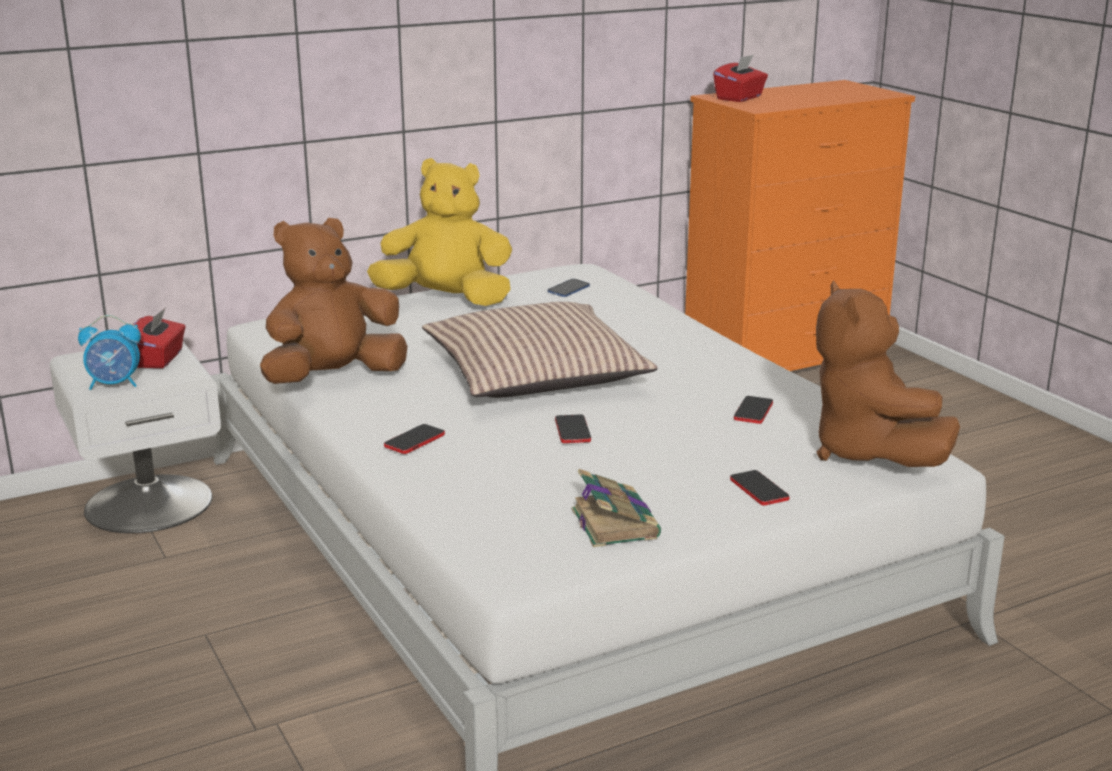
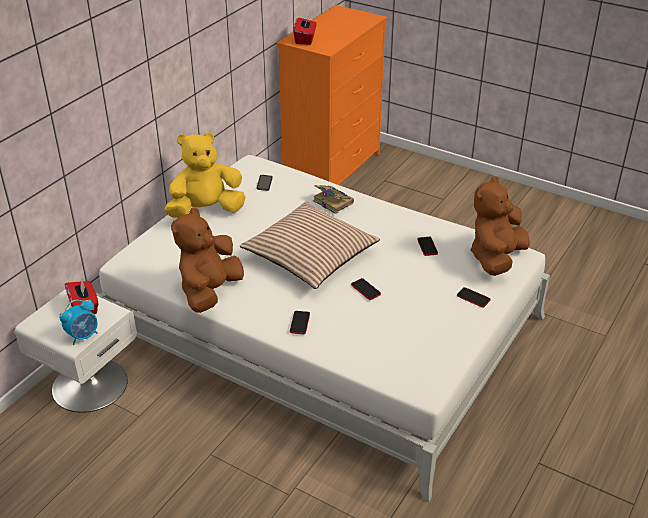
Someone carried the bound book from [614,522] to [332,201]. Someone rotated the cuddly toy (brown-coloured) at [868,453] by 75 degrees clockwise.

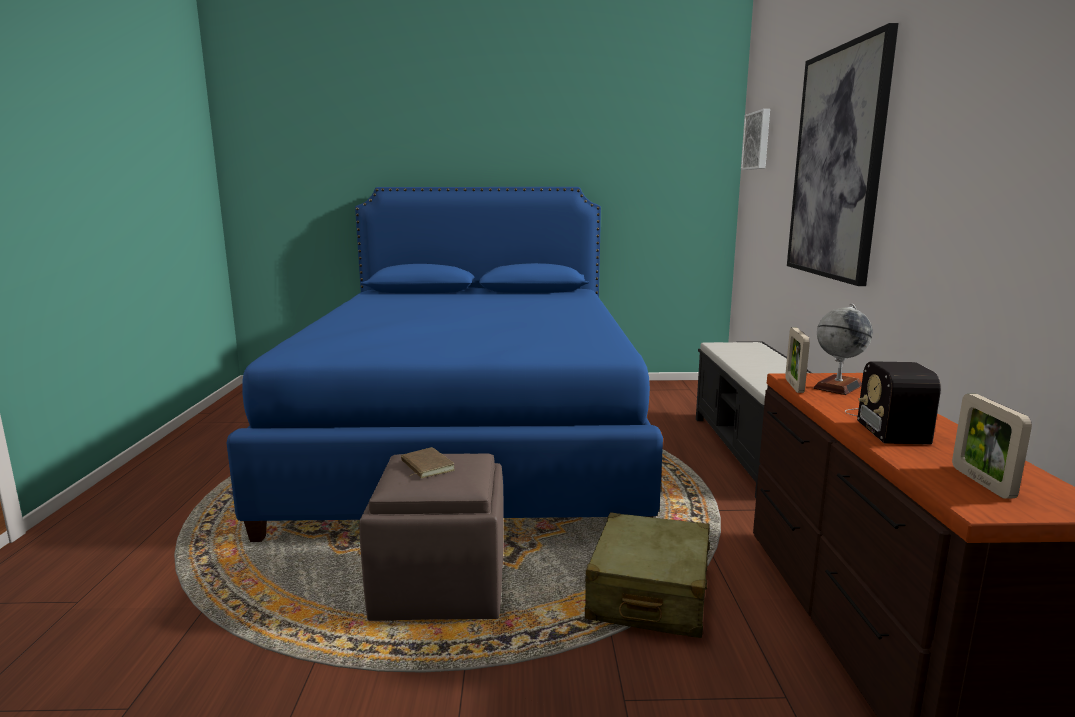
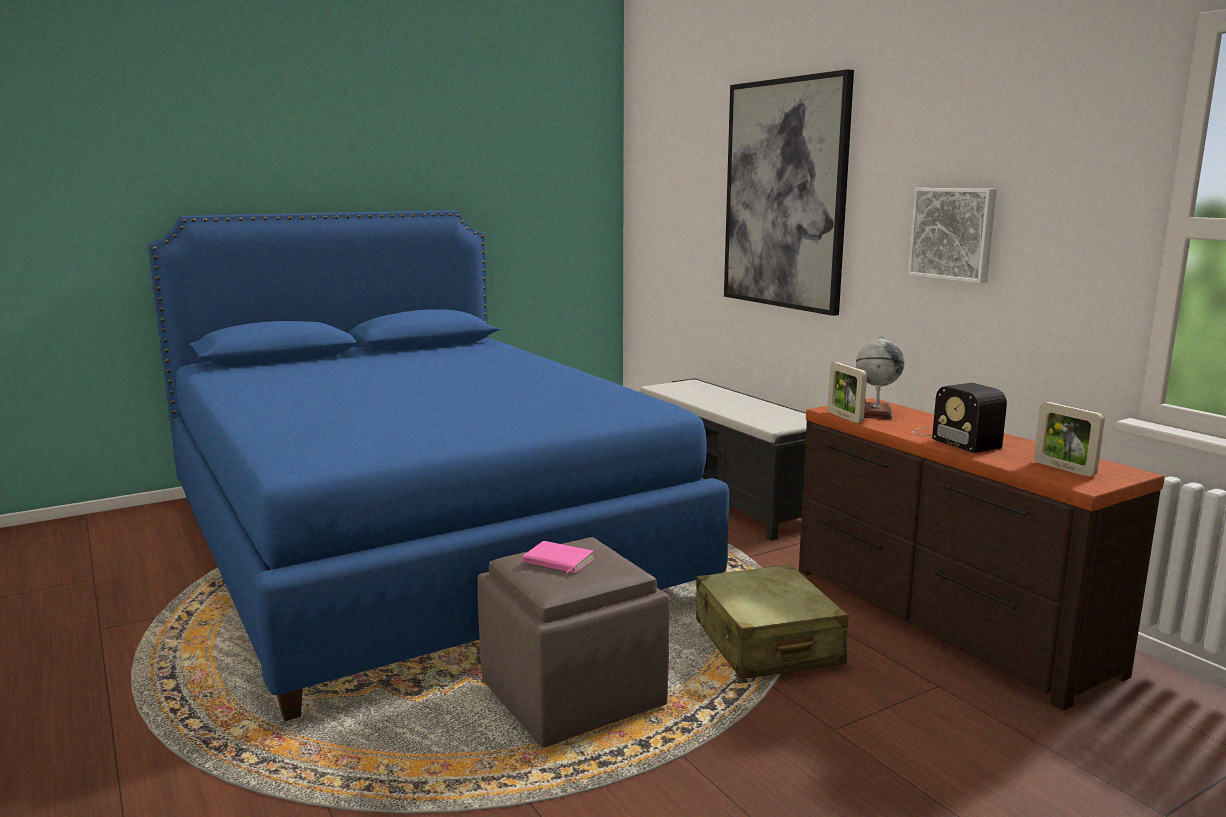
Someone carried the wall art from [758,140] to [953,233]. Someone repainted the bound book (brown-coloured) at [425,466], which became the bound book (pink-coloured) at [557,562].

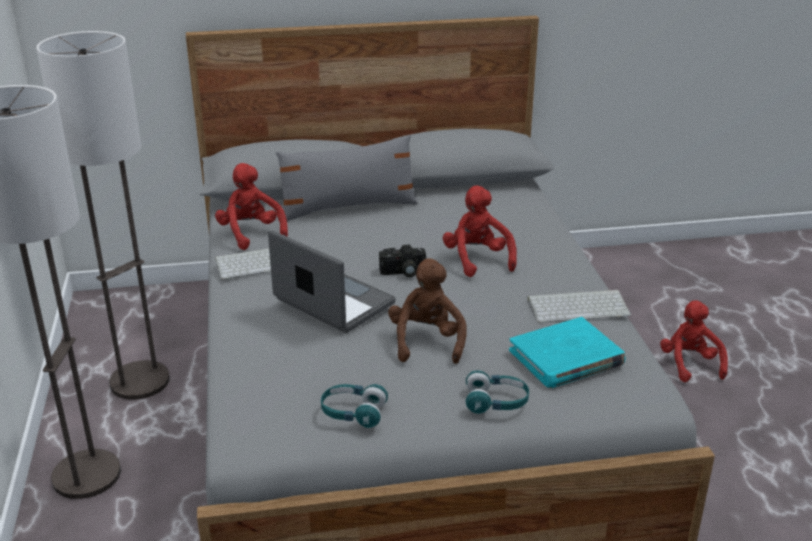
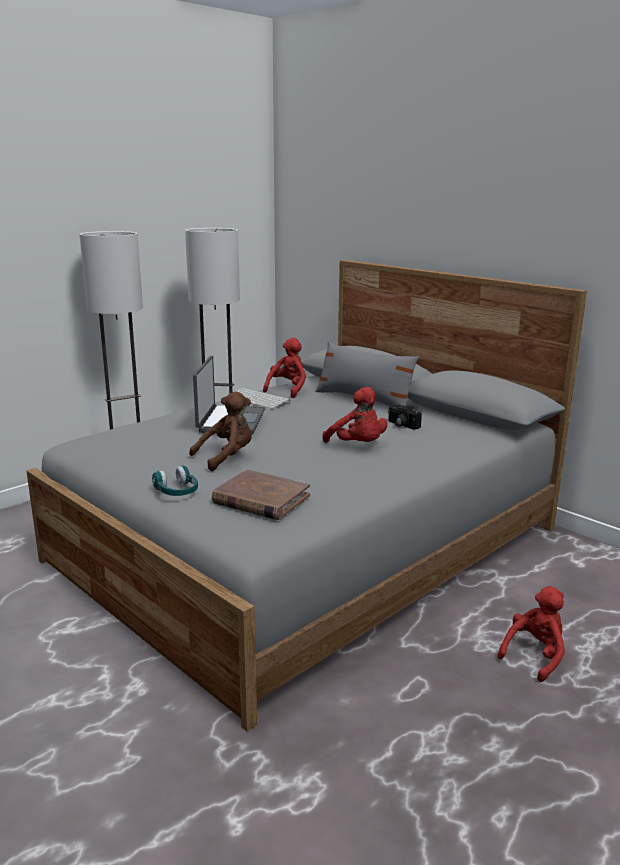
Someone took away the pair of headphones (turquoise-coloured) at [353,413]. Someone took away the PC keyboard at [579,306]. Someone carried the photo camera from [403,272] to [401,425]. Someone repainted the bound book (turquoise-coloured) at [566,358], which became the bound book (brown-coloured) at [260,499]. Someone rotated the cuddly toy (red) at [477,259] by 105 degrees clockwise.

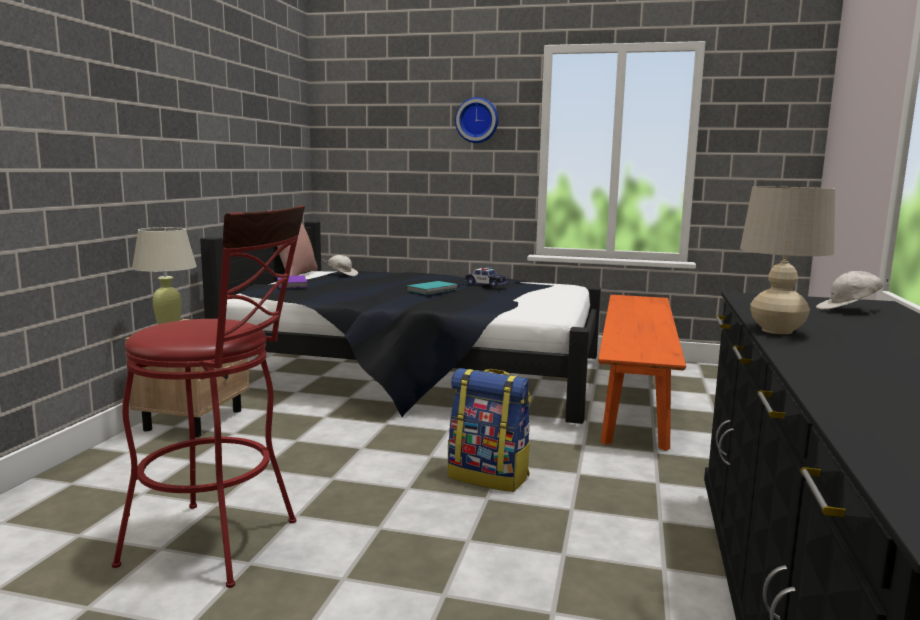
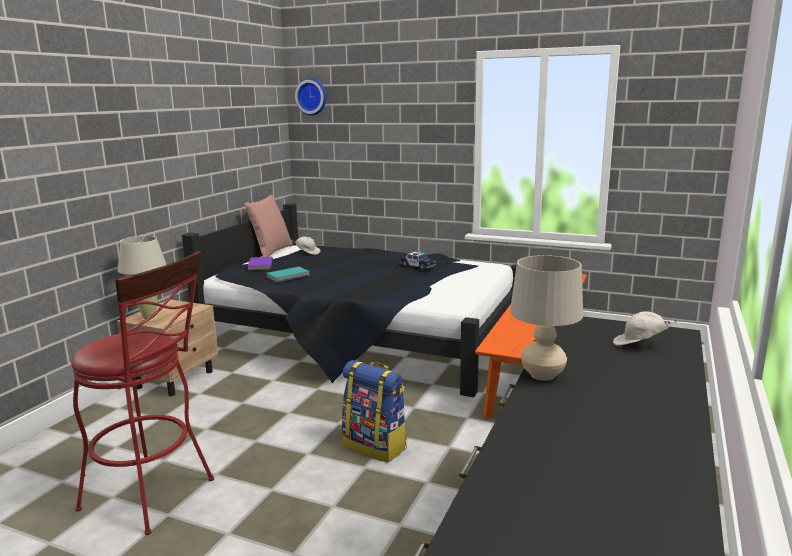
Someone carried the bound book (turquoise-coloured) from [433,290] to [289,276]. Someone carried the wall clock from [477,120] to [312,96].

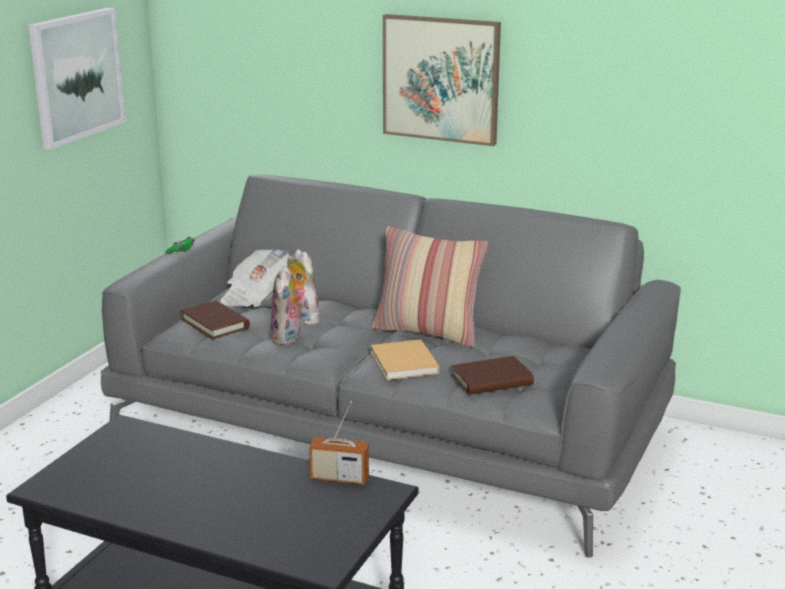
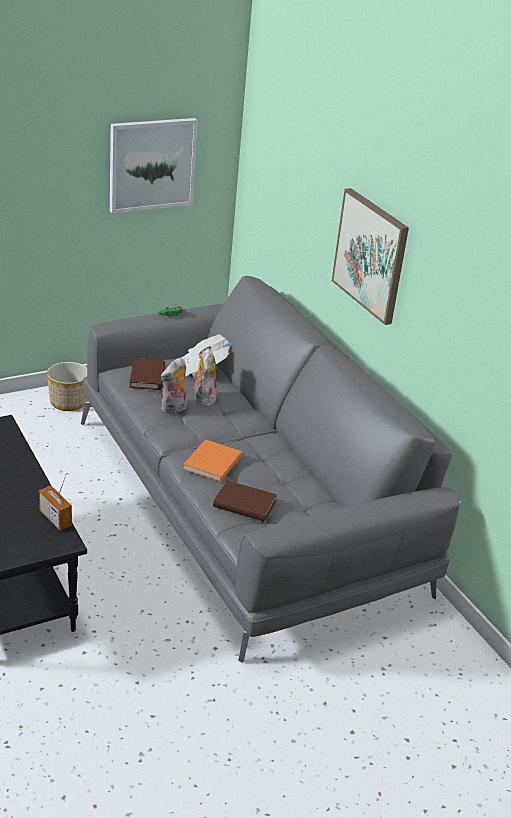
Someone took away the pillow at [428,332]. Someone put down the flower pot at [68,402]. Someone repainted the bound book (sand-coloured) at [404,363], which became the bound book (orange) at [211,463].

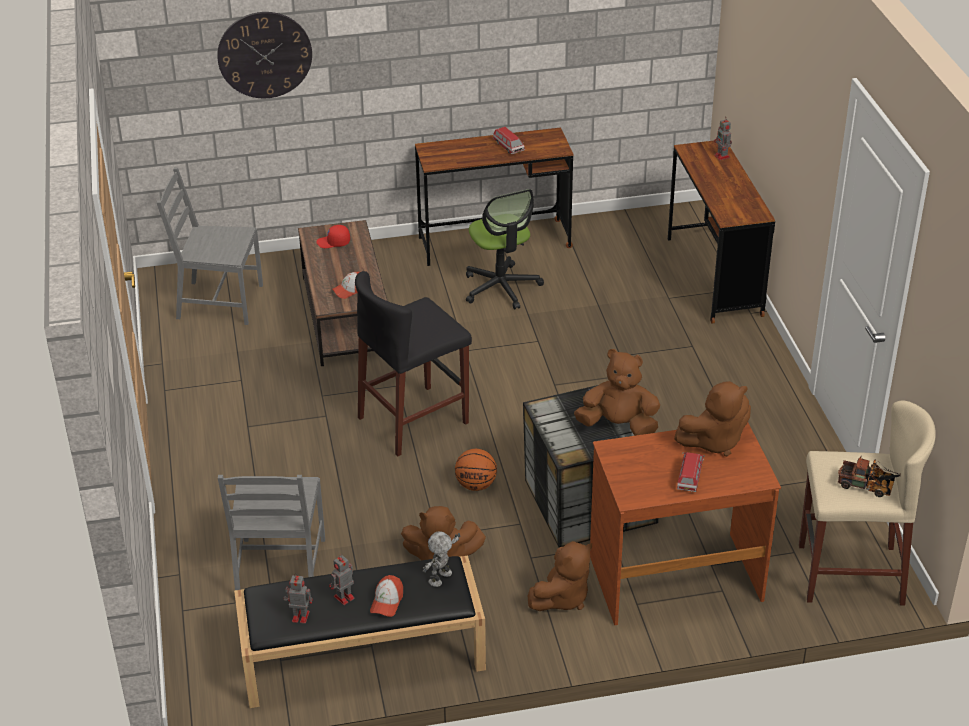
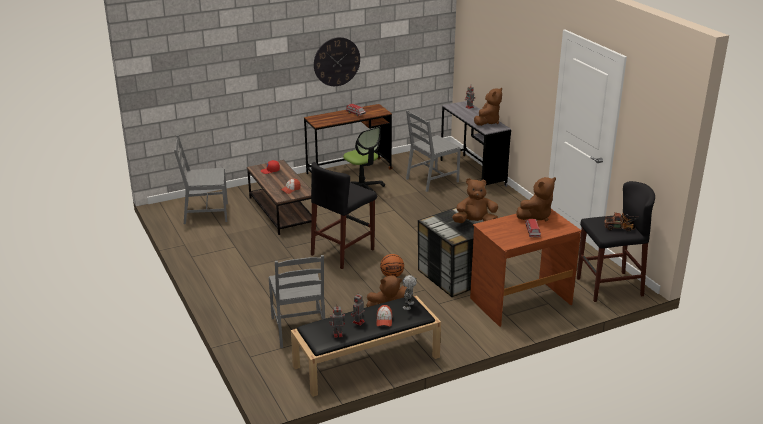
Someone put down the chair (greyish) at [431,180]. Someone carried the wall clock from [264,55] to [336,61]. Someone carried the cuddly toy (brown-coloured) from [562,597] to [487,122]. Someone repainted the desk table (brown-coloured) at [714,276], which became the desk table (greyish) at [472,173]. Someone repainted the sitting stool (sand-coloured) at [850,574], which became the sitting stool (black-coloured) at [609,287].

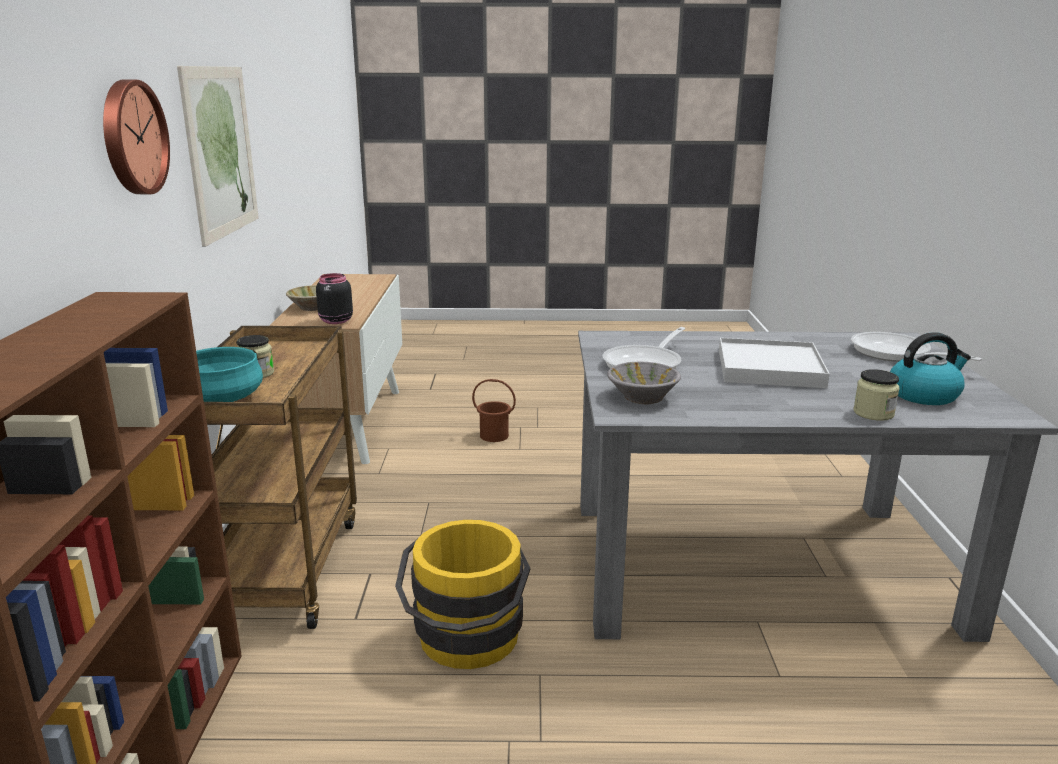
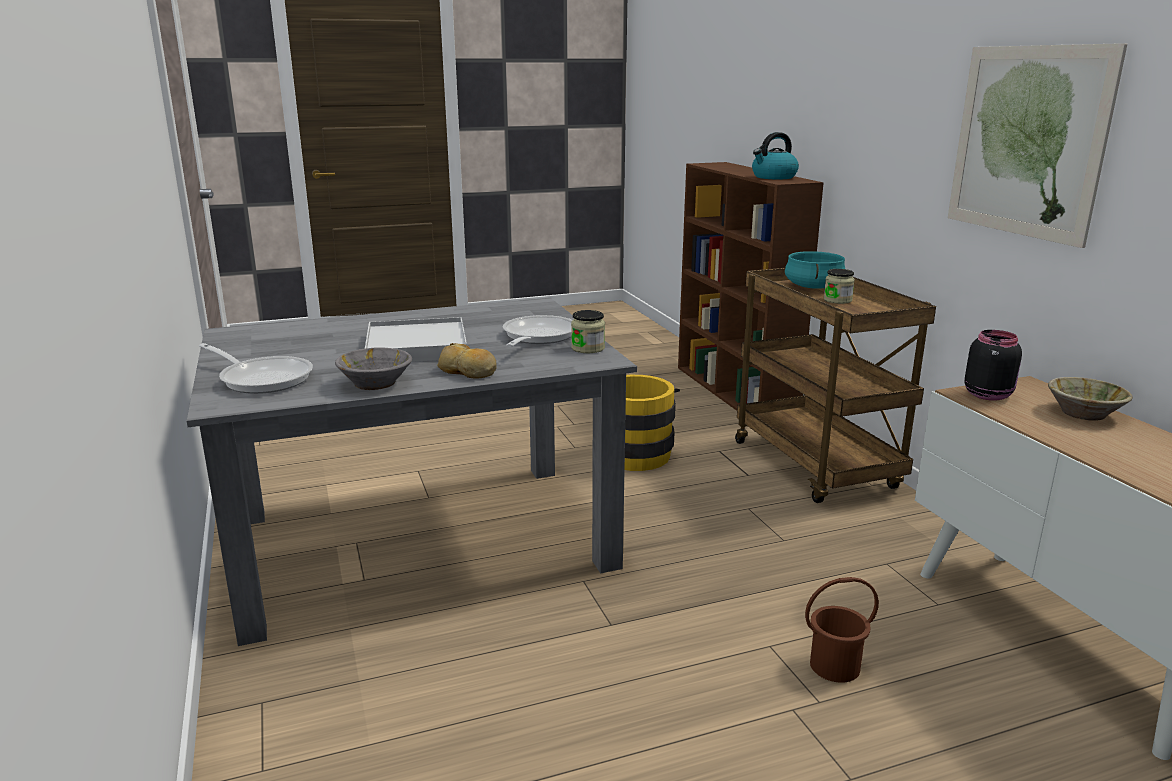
Someone took away the wall clock at [131,138]. Someone put down the bakery bread at [468,371]. Someone carried the bowl (greyish) from [642,397] to [376,383]. Someone carried the jar from [873,413] to [588,348]. Someone carried the tea kettle from [924,395] to [773,177].

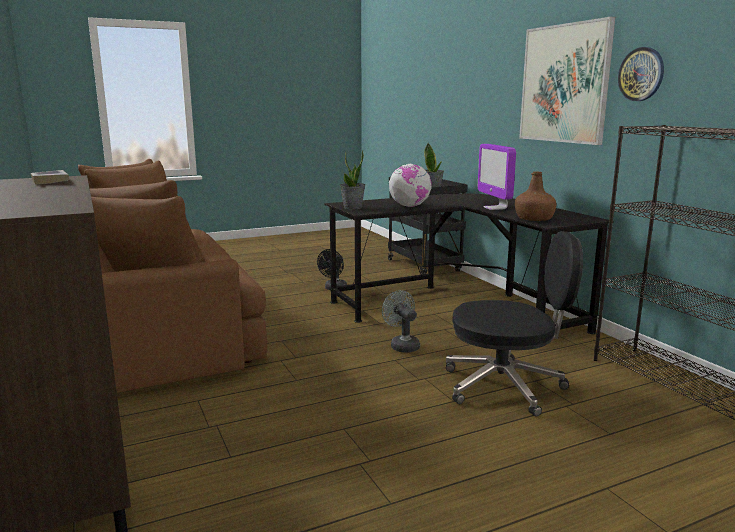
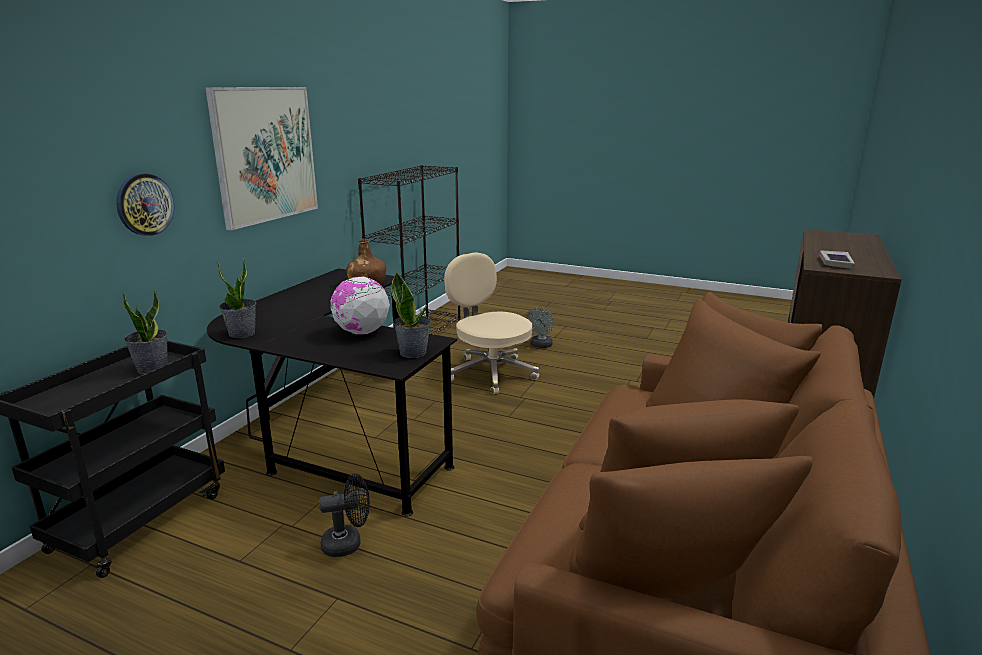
Someone took away the monitor at [495,208]. Someone put down the houseplant at [242,334]. Someone carried the electric fan (greyish) from [402,345] to [540,346]. Someone carried the wall clock from [641,74] to [144,204]. Someone repainted the computer chair (black-coloured) at [505,386], which became the computer chair (sand-coloured) at [490,373].

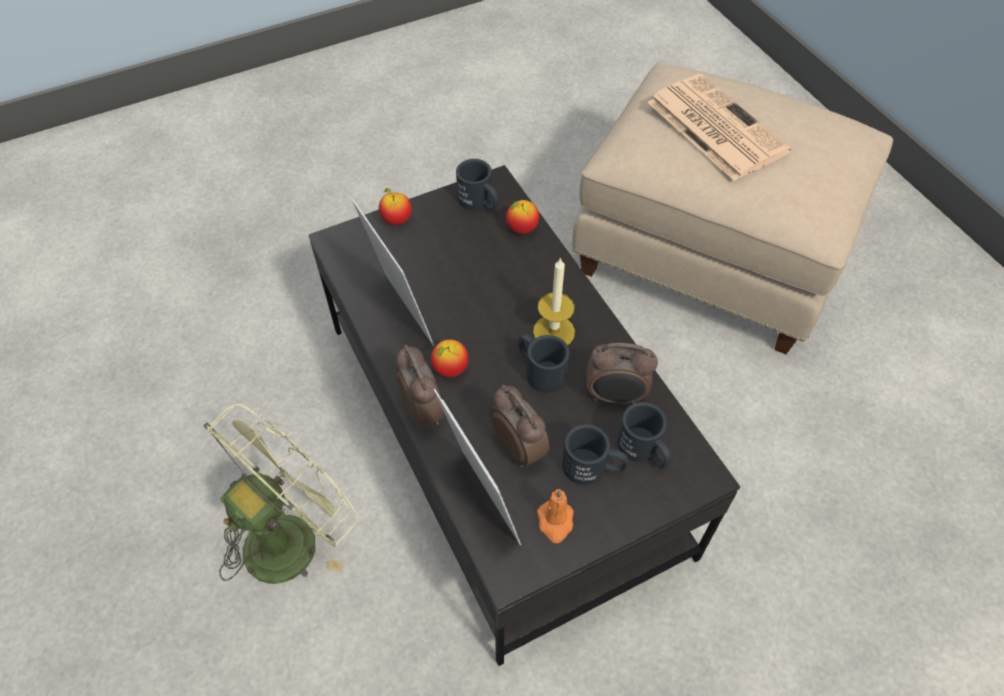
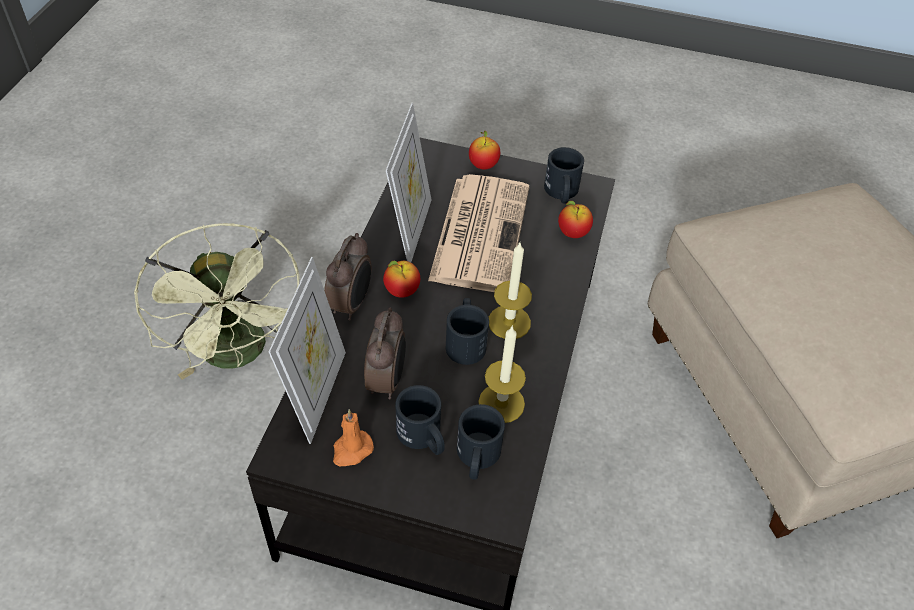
Someone carried the daily paper from [714,126] to [480,231]. Someone swapped the alarm clock at [615,396] for the candle at [501,403]. Someone rotated the electric fan (green) at [291,534] by 75 degrees clockwise.

